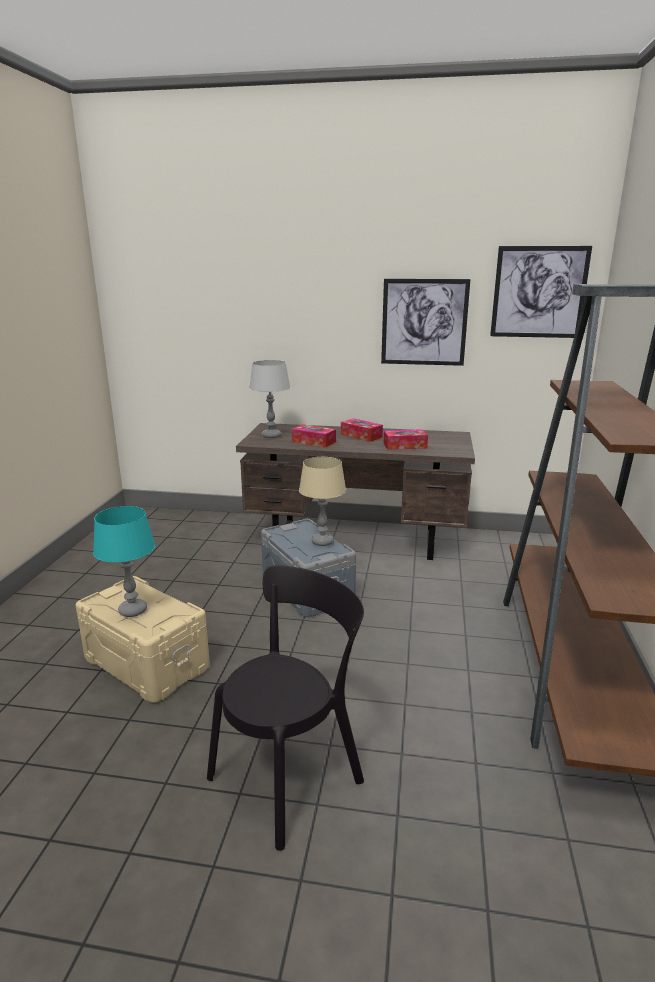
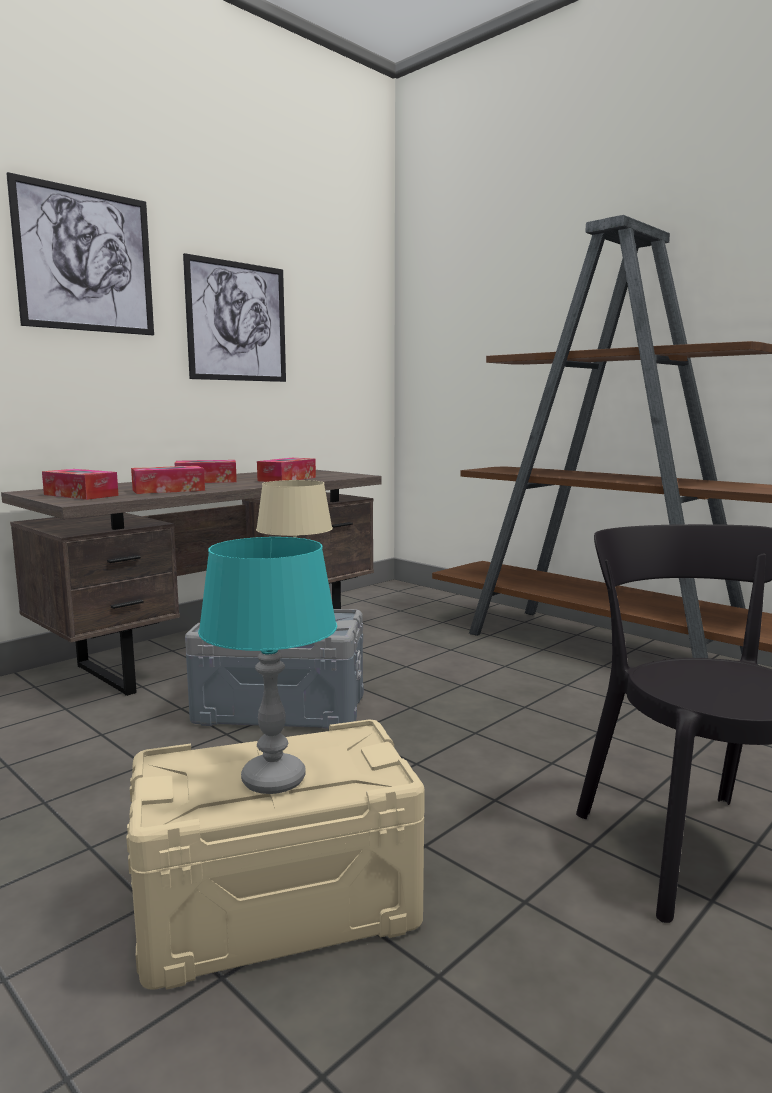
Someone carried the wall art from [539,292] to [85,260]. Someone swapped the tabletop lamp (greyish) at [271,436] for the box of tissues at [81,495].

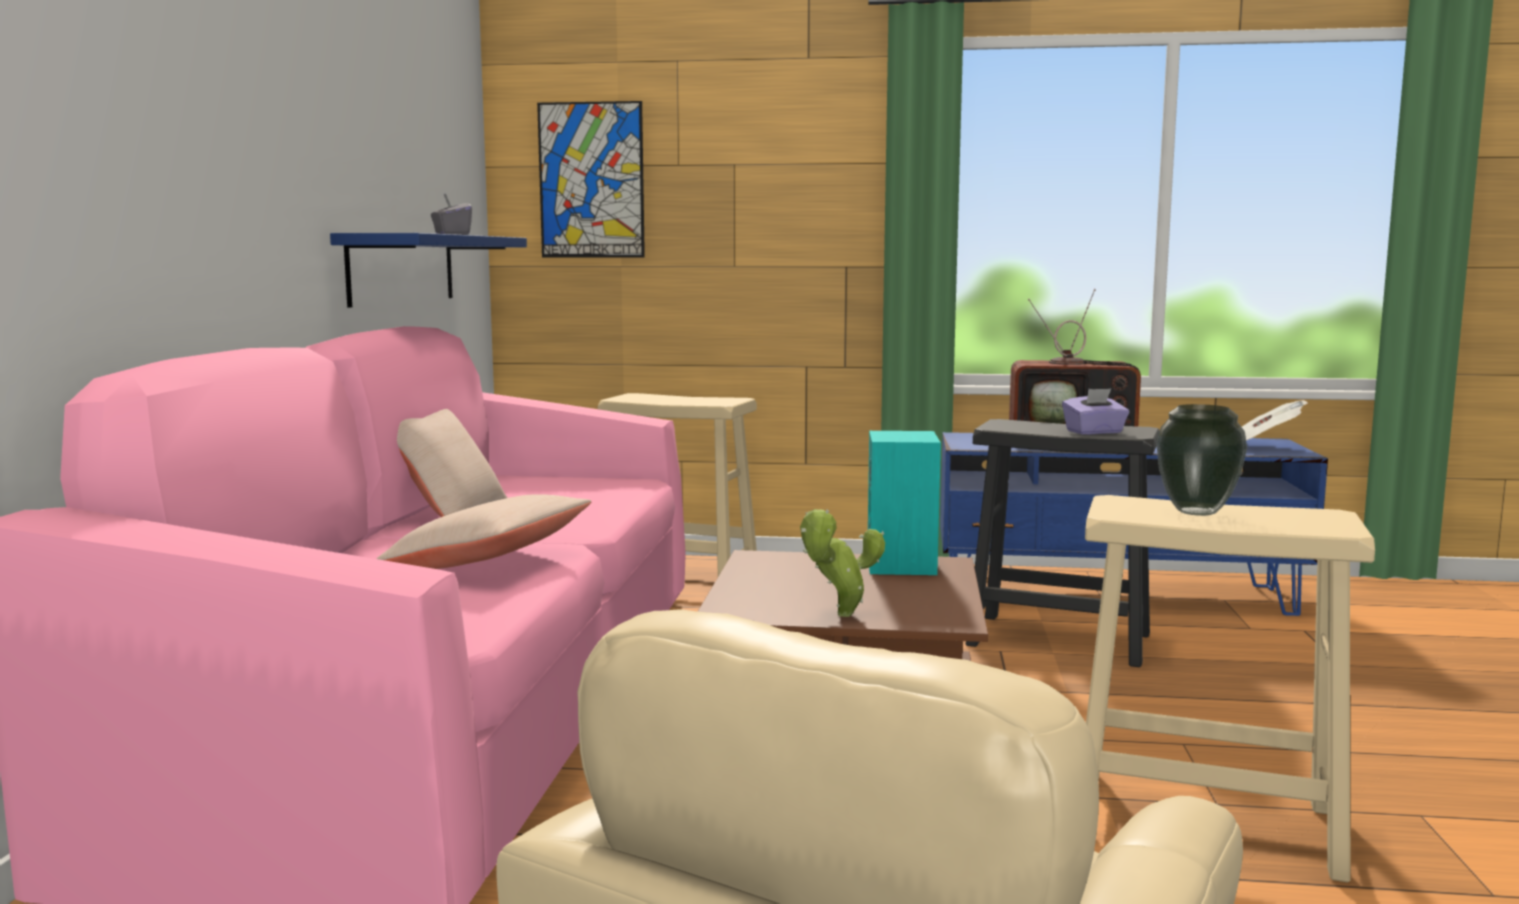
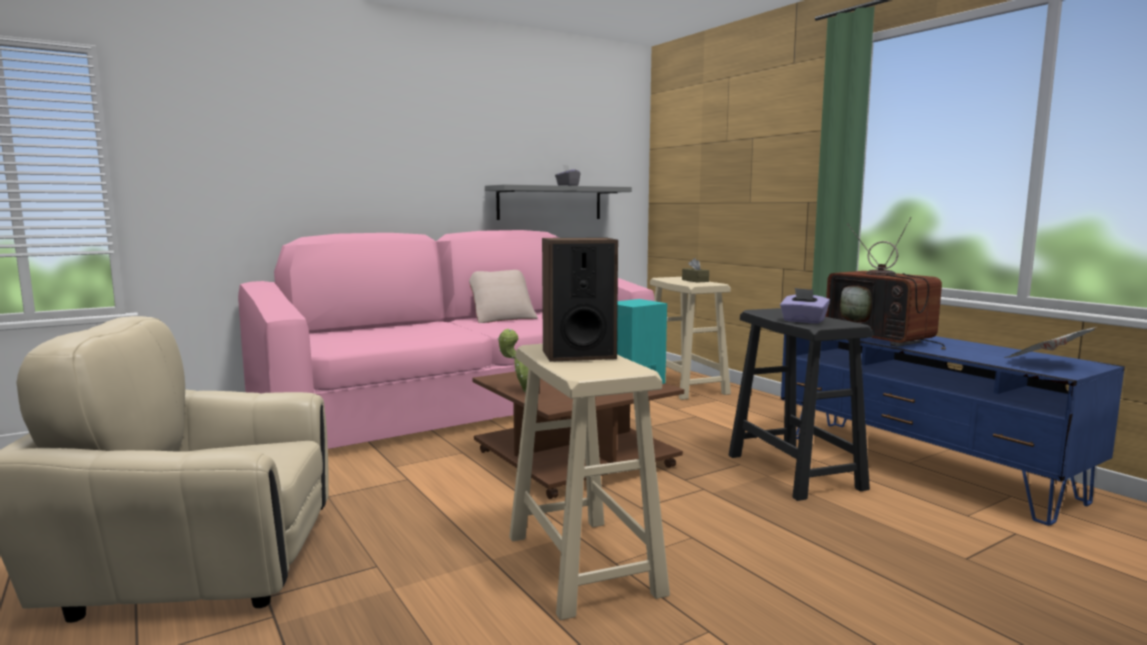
Someone took away the pillow (sand-coloured) at [487,562]. Someone took away the wall art at [591,180]. Someone put down the box of tissues (brown-coloured) at [695,280]. Someone swapped the flower vase at [1195,511] for the speaker at [578,354]. Someone repainted the wall shelf (bluish) at [402,269], which became the wall shelf (greyish) at [550,203].

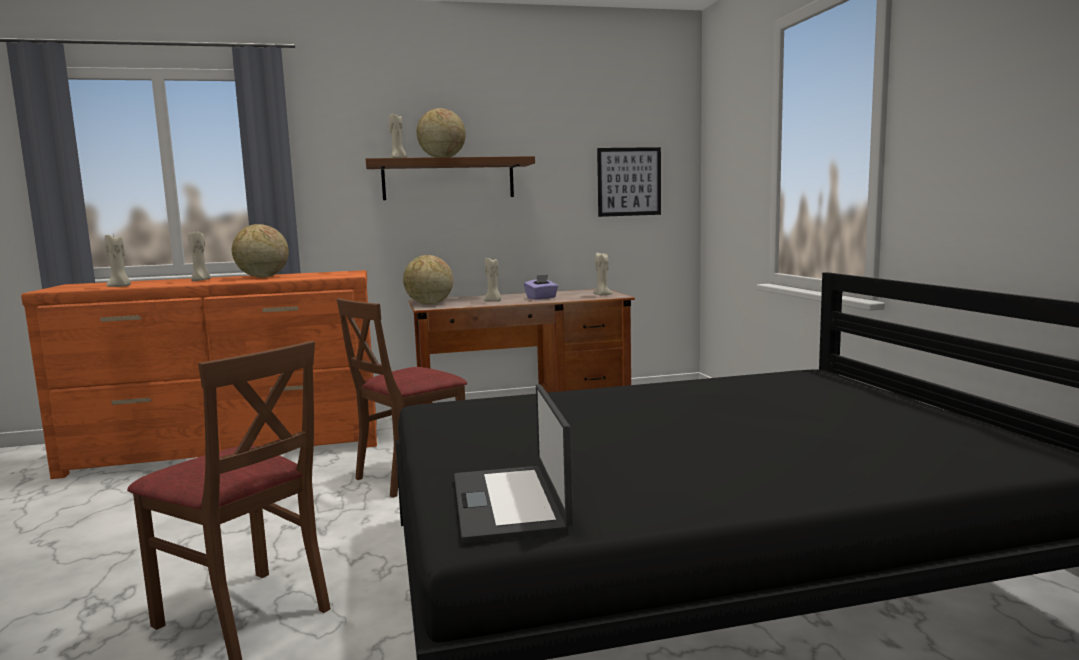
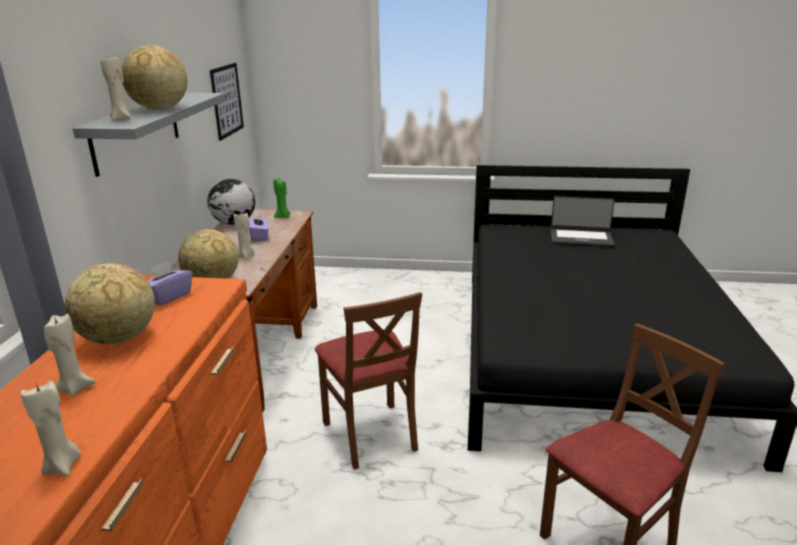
Someone put down the box of tissues (purplish) at [168,297]. Someone put down the globe at [233,223]. Someone carried the notebook computer from [510,502] to [581,238]. Someone repainted the wall shelf (brown-coloured) at [448,179], which became the wall shelf (greyish) at [137,131]. Someone repainted the candle (sand-coloured) at [602,295], which became the candle (green) at [283,217].

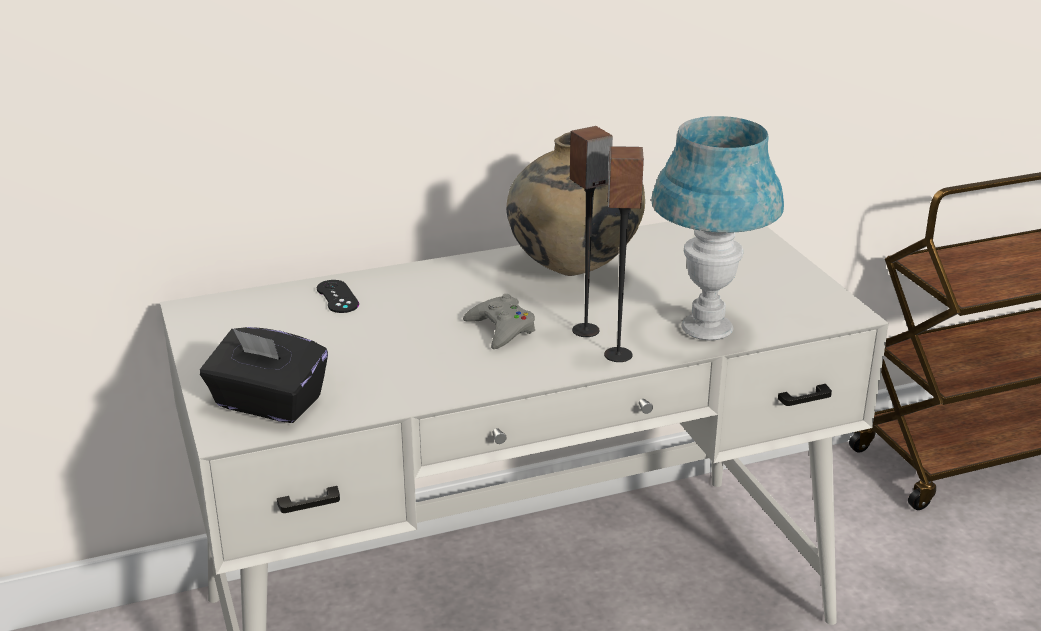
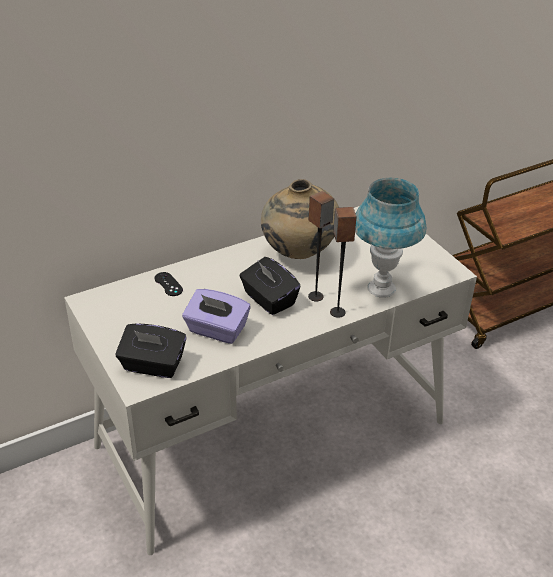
Someone put down the box of tissues (purplish) at [216,330]. Someone swapped the game controller (greyish) at [501,329] for the box of tissues (black-coloured) at [268,299].

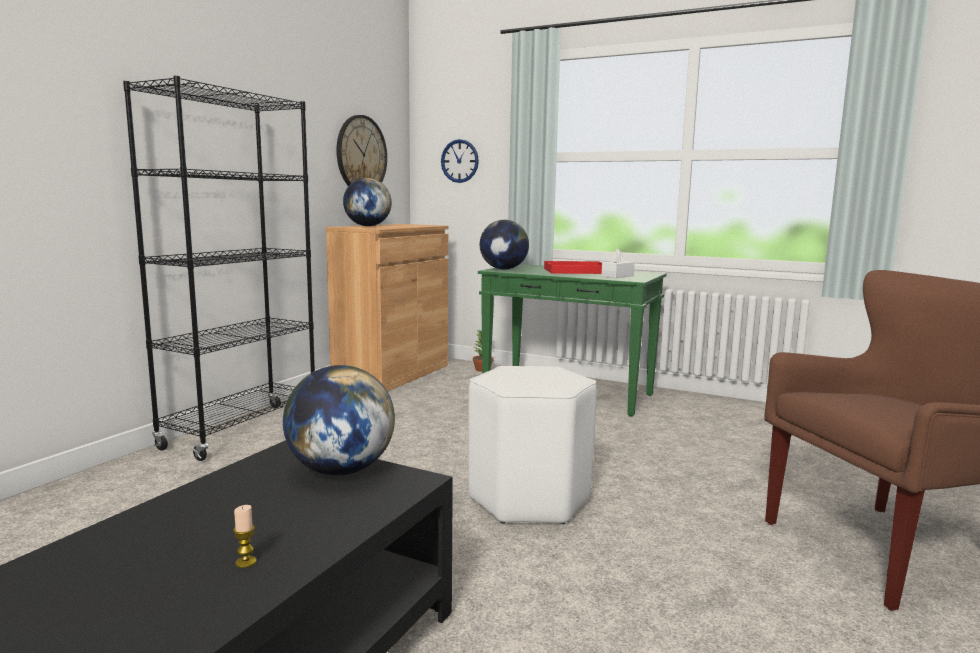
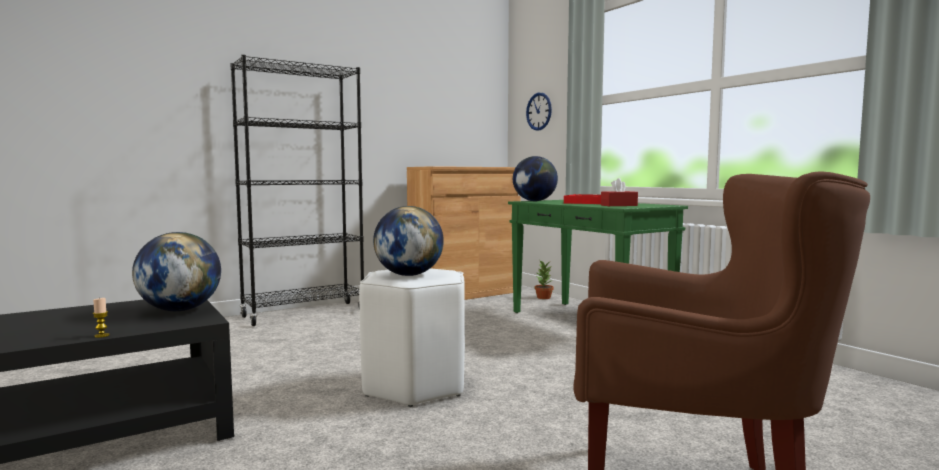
Someone took away the wall clock at [361,154]. Someone carried the candle from [246,562] to [102,335]. Someone carried the globe from [367,226] to [408,275]. Someone repainted the box of tissues (white) at [617,276], which became the box of tissues (red) at [619,205].

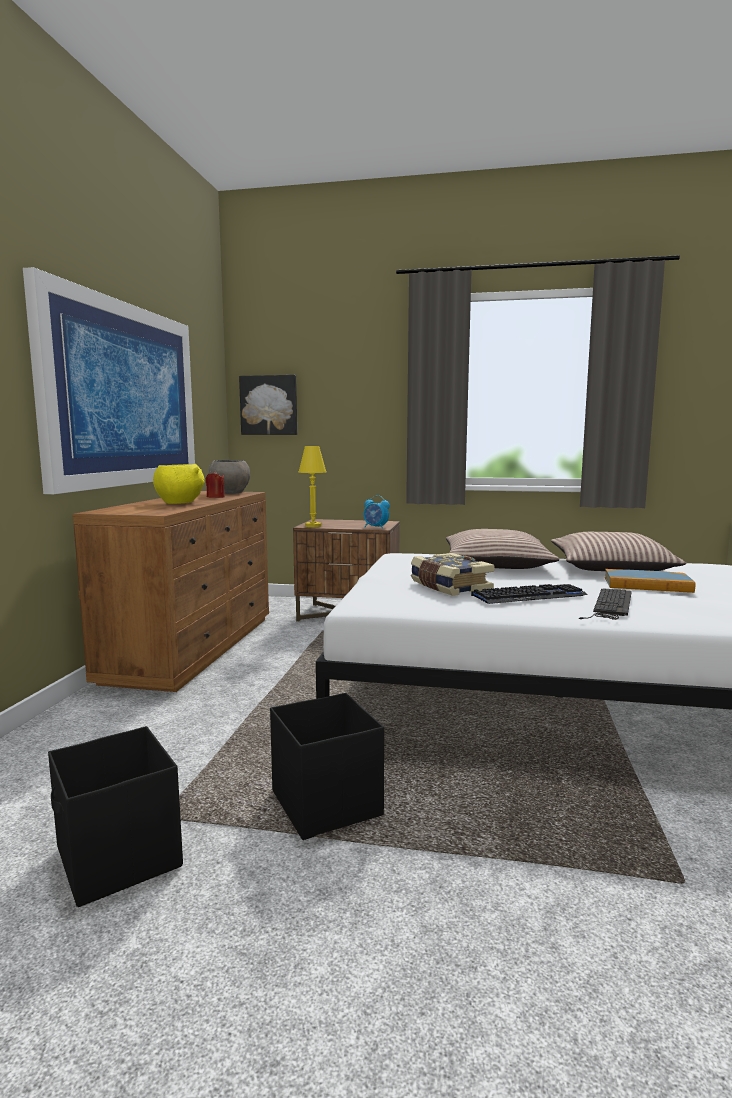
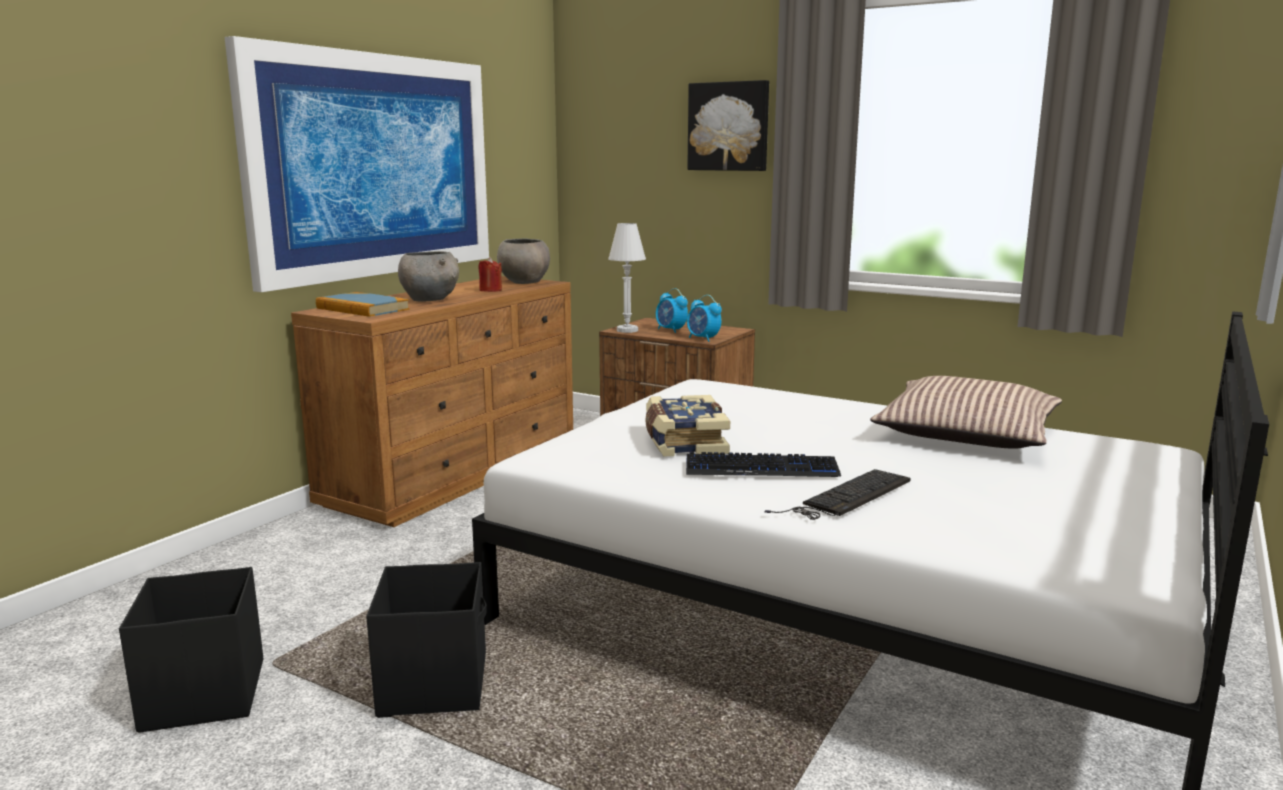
Someone took away the pillow at [496,564]. Someone put down the alarm clock at [671,330]. Someone carried the wall art from [269,405] to [729,126]. Someone carried the bound book from [647,585] to [362,309]. Someone repainted the bowl (yellow-coloured) at [180,503], which became the bowl (greyish) at [430,300]. Someone repainted the tabletop lamp (yellow-coloured) at [313,526], which became the tabletop lamp (white) at [627,330].

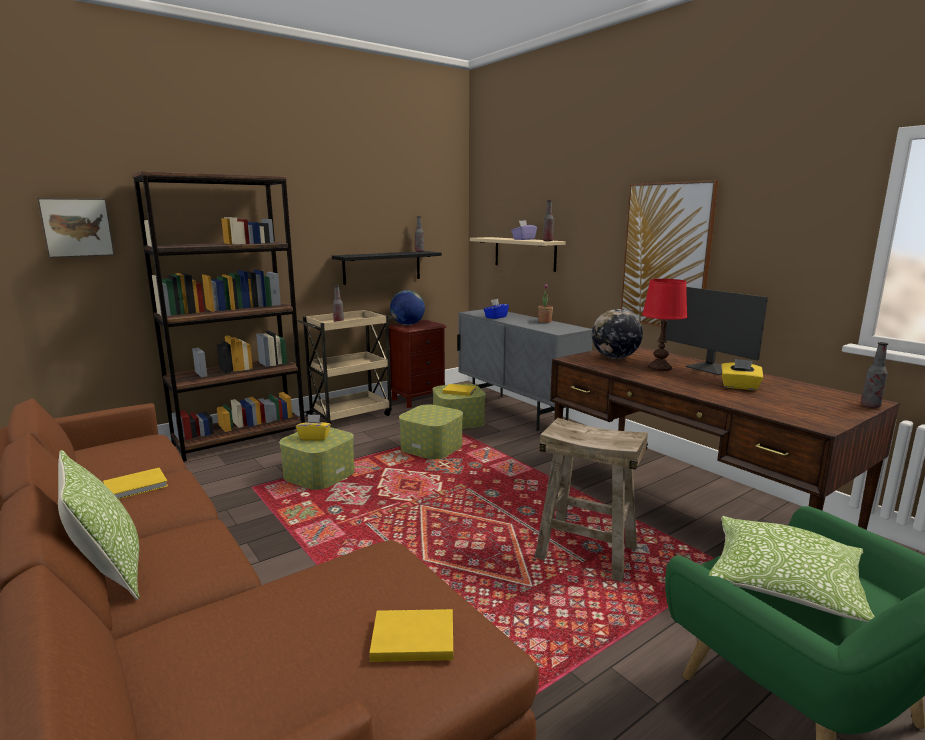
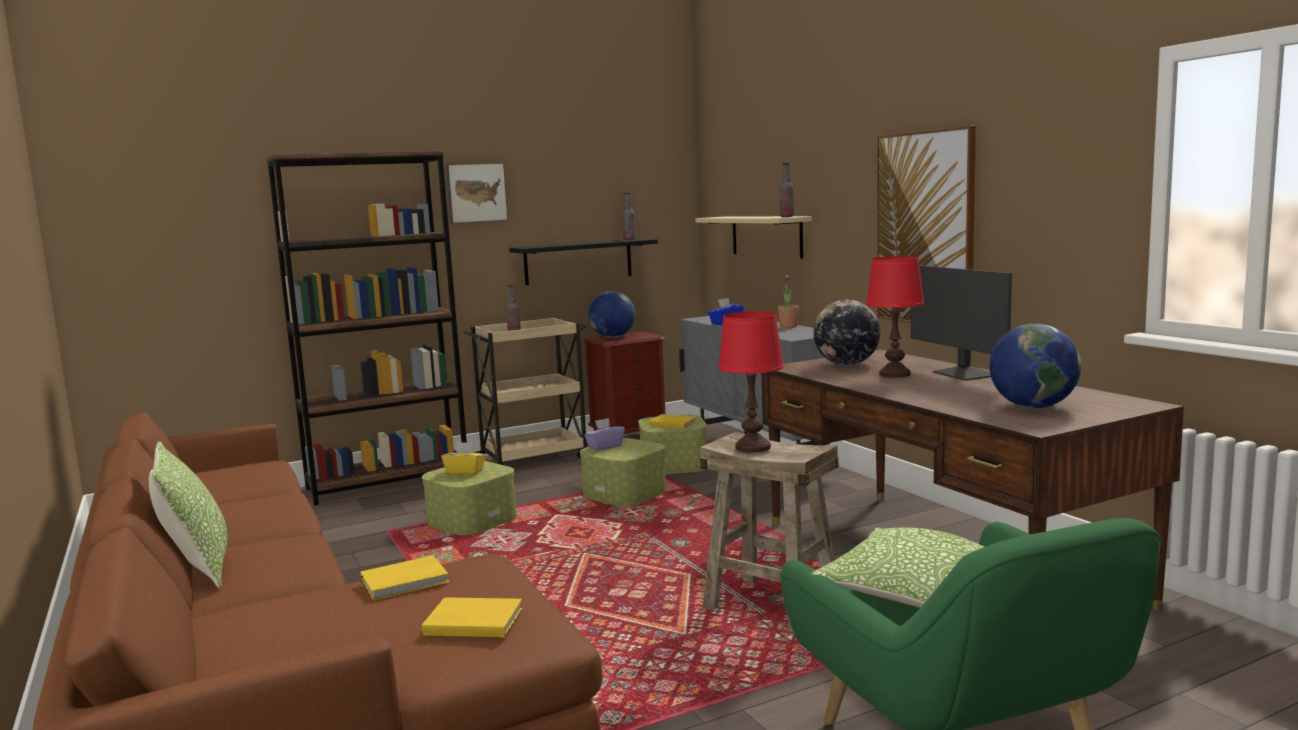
Someone took away the box of tissues (yellow-coloured) at [739,387]. Someone took away the bottle at [870,406]. Someone put down the tabletop lamp (red) at [752,447]. Someone put down the globe at [1033,407]. Someone carried the wall art from [77,227] to [476,192]. Someone carried the bound book (yellow-coloured) from [138,486] to [407,581]. Someone carried the box of tissues (purplish) from [523,239] to [605,446].

